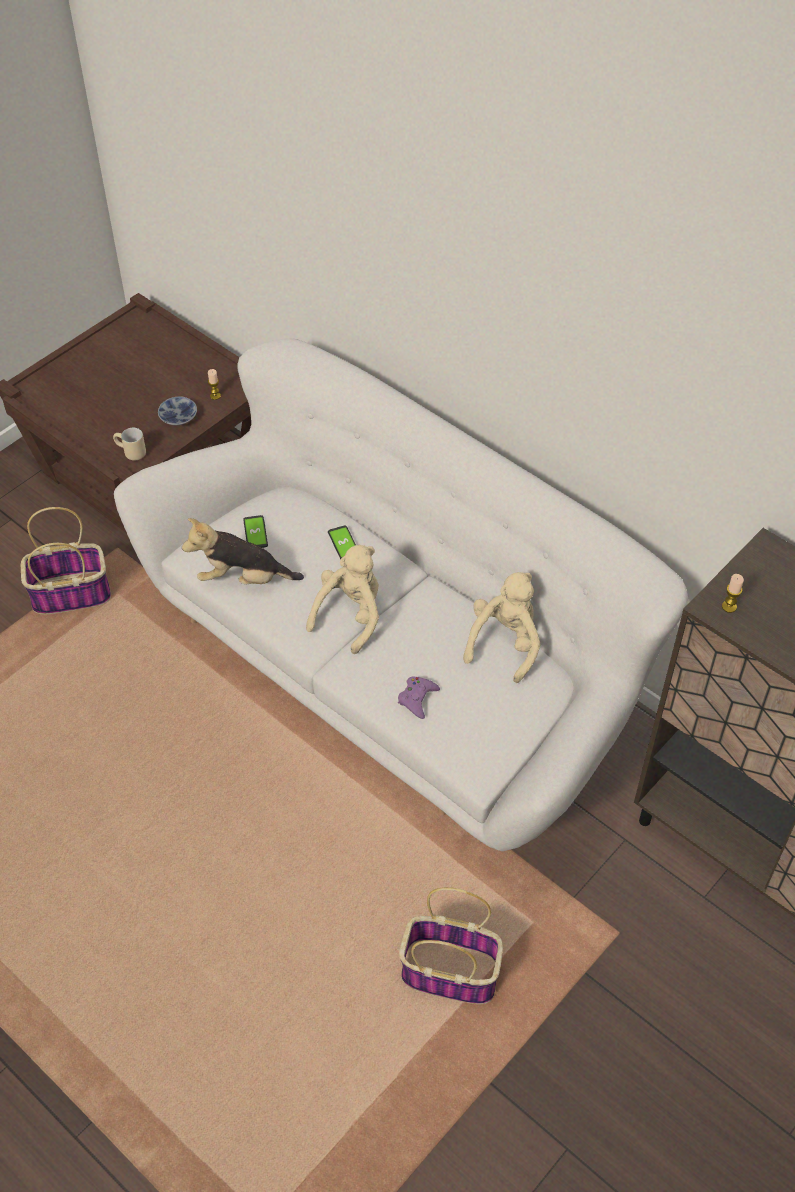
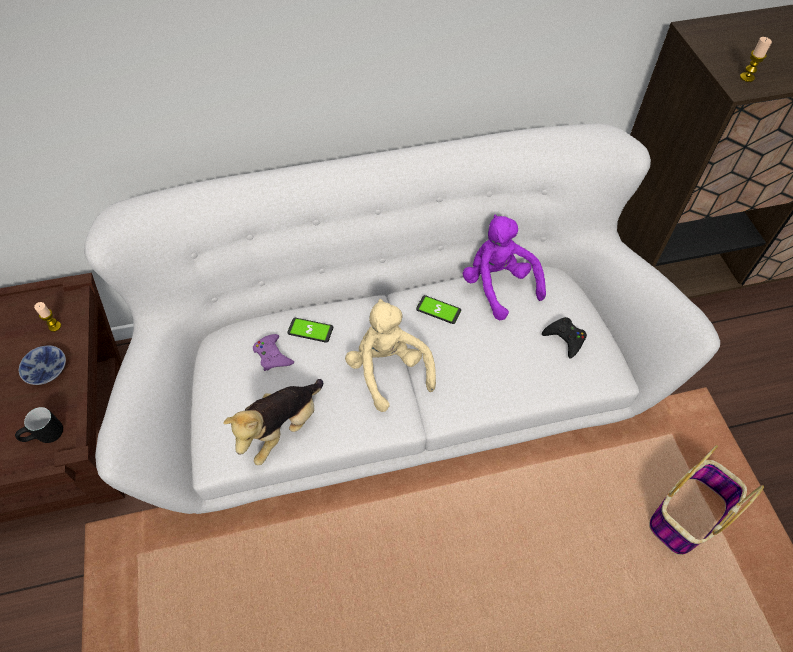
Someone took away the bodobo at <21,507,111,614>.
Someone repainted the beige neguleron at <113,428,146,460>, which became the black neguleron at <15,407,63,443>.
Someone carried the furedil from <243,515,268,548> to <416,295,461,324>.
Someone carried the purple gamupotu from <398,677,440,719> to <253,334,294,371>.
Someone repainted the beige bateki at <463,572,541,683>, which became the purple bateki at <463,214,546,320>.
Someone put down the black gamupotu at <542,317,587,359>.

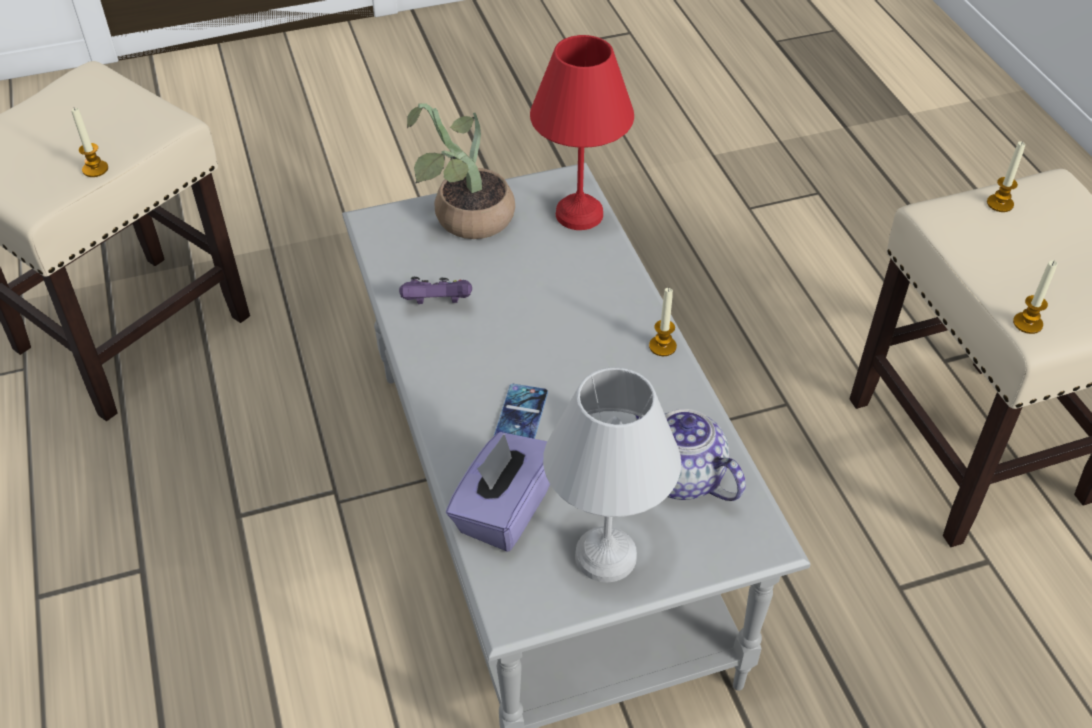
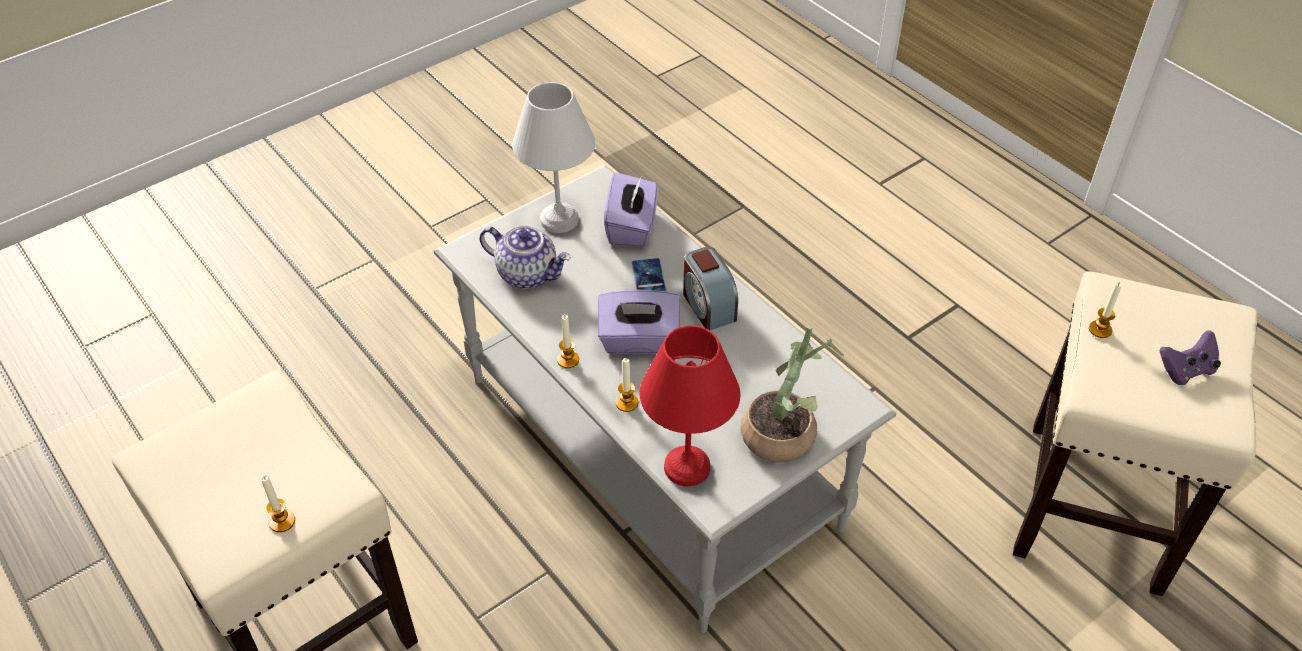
Someone carried the purple gamupotu from <399,277,472,304> to <1160,330,1221,385>.
Someone carried the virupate from <1013,260,1057,334> to <616,358,638,412>.
Someone put down the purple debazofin at <598,290,680,354>.
Someone put down the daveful at <683,247,738,330>.

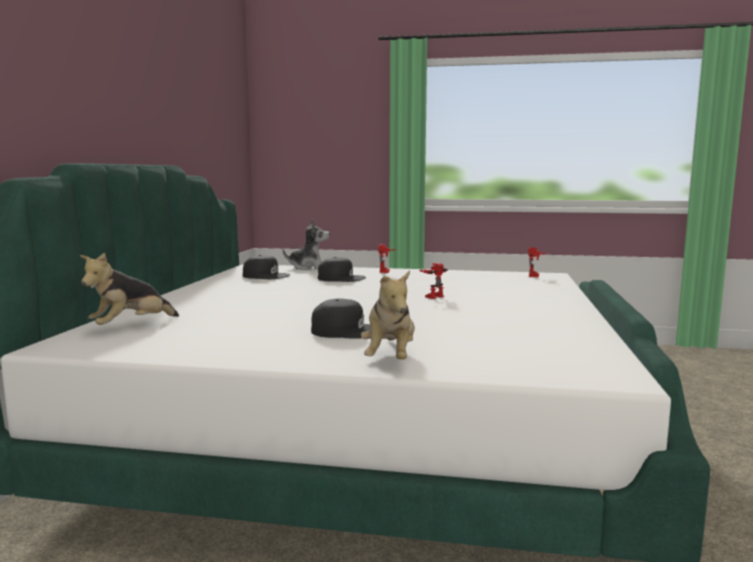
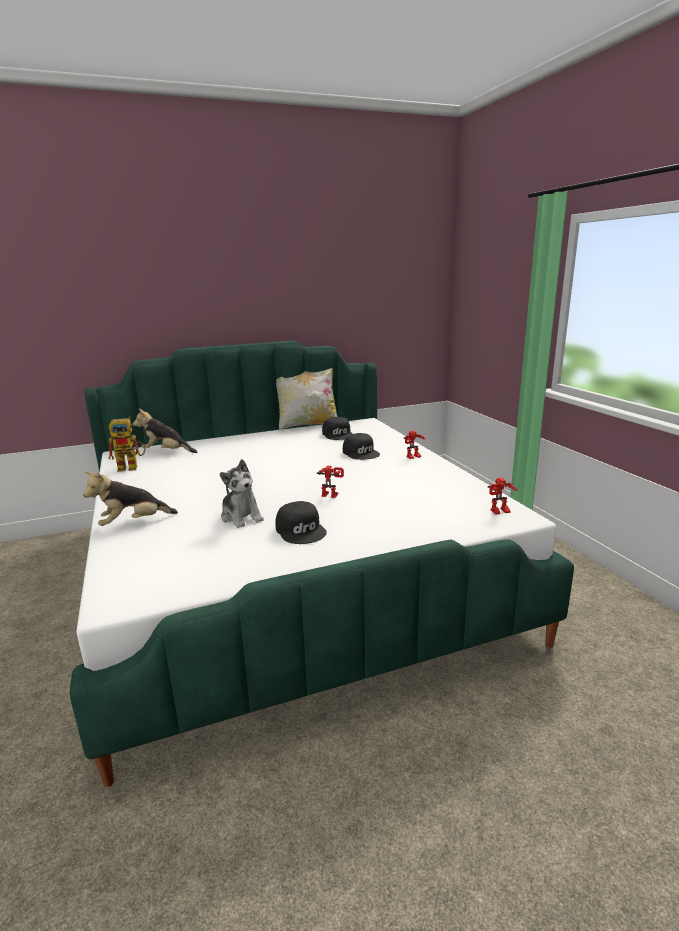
Someone carried the bateki from <283,219,330,270> to <220,459,264,528>.
Someone carried the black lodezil from <311,298,371,339> to <275,501,327,544>.
Someone put down the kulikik at <108,417,146,472>.
Someone put down the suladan at <276,368,338,430>.

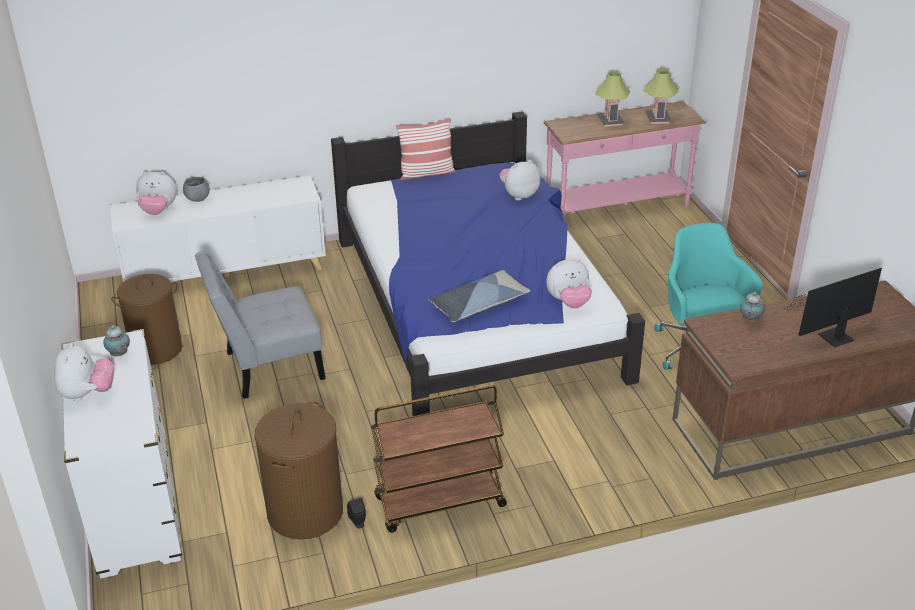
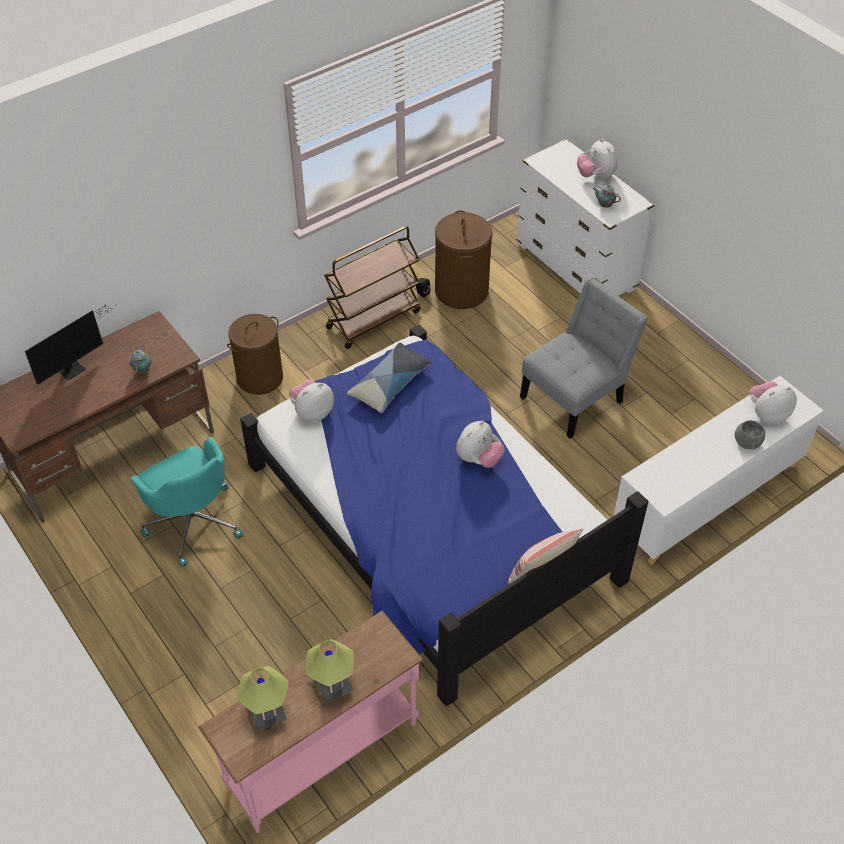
Someone carried the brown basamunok from <111,274,182,365> to <227,314,283,395>.
Someone carried the bateki from <499,160,541,200> to <456,421,505,468>.

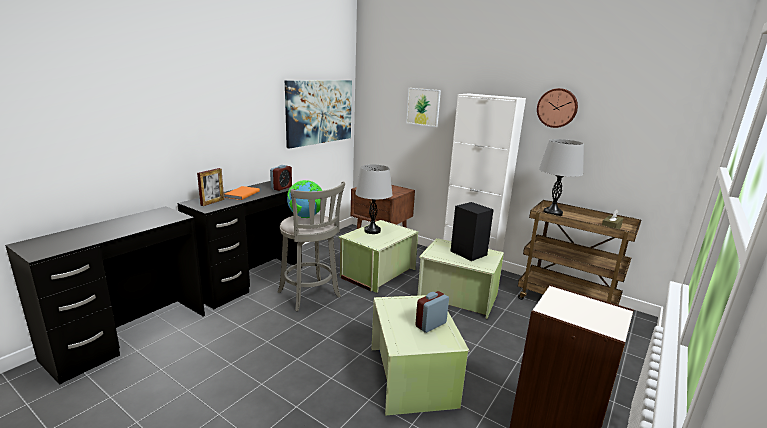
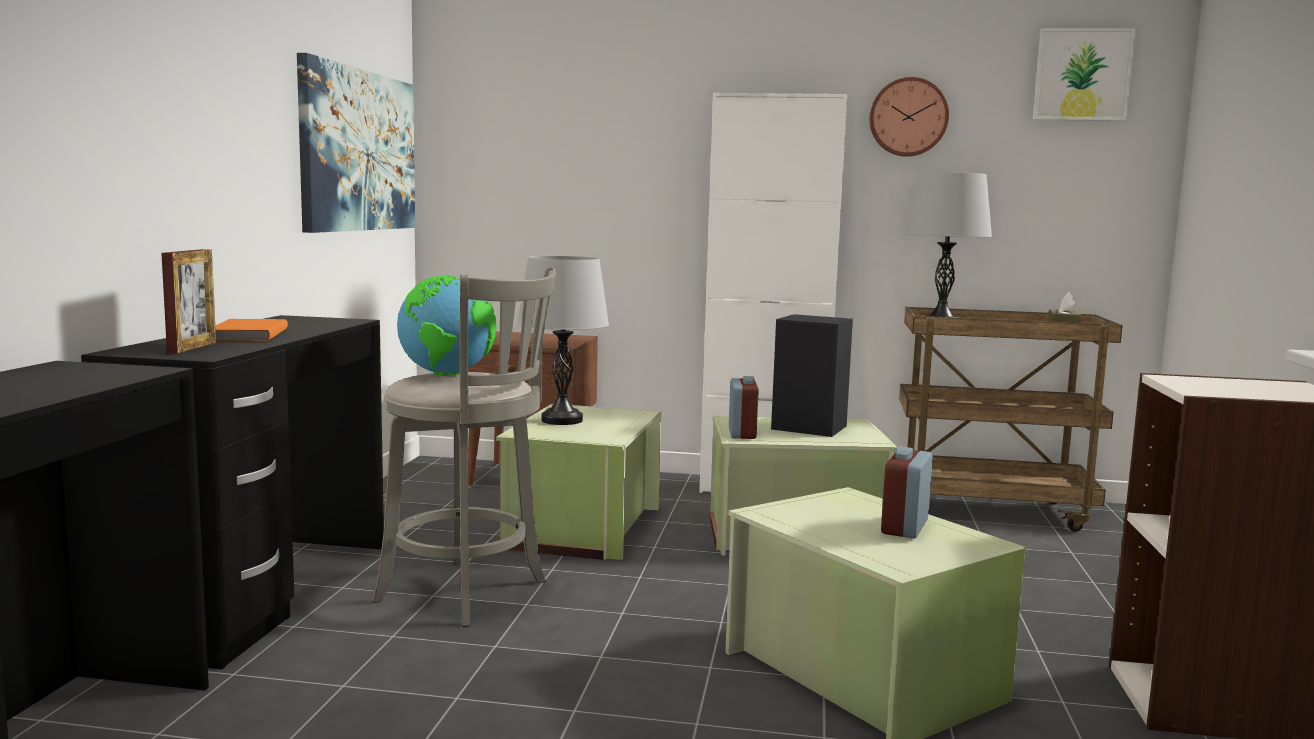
Someone carried the daveful from <270,165,292,191> to <729,376,759,439>.
Someone carried the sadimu from <406,88,441,127> to <1033,28,1136,121>.

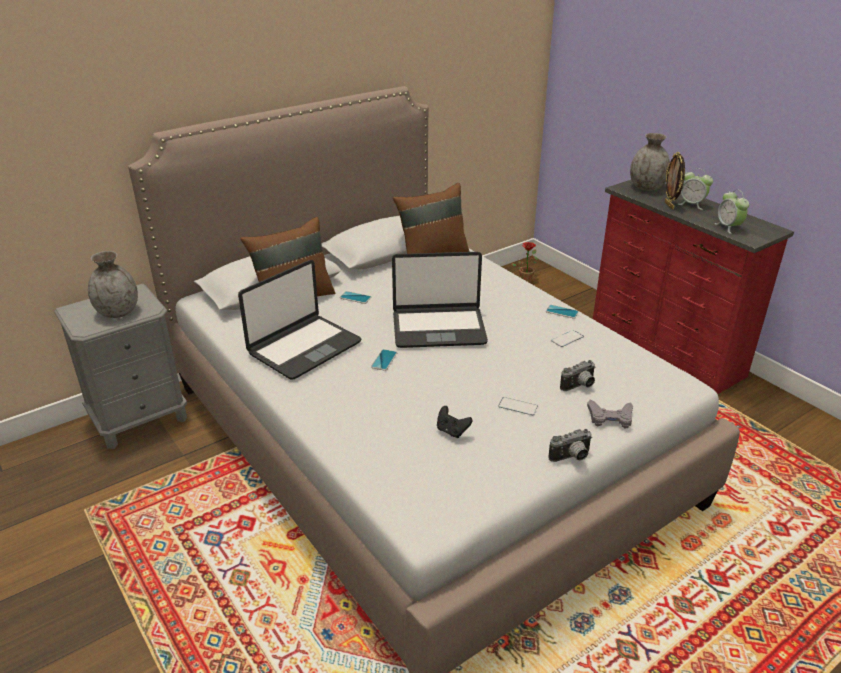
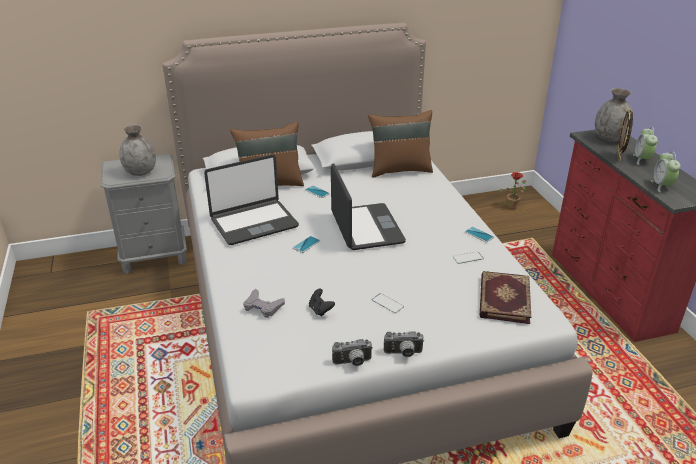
Someone rotated the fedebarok at <392,252,488,348> by 120 degrees counterclockwise.
Someone carried the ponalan from <560,360,595,391> to <332,339,373,366>.
Someone carried the grey gamupotu from <587,399,633,429> to <243,289,285,318>.
Someone rotated the daveful at <678,168,713,210> by 45 degrees clockwise.
Someone put down the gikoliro at <480,271,531,324>.

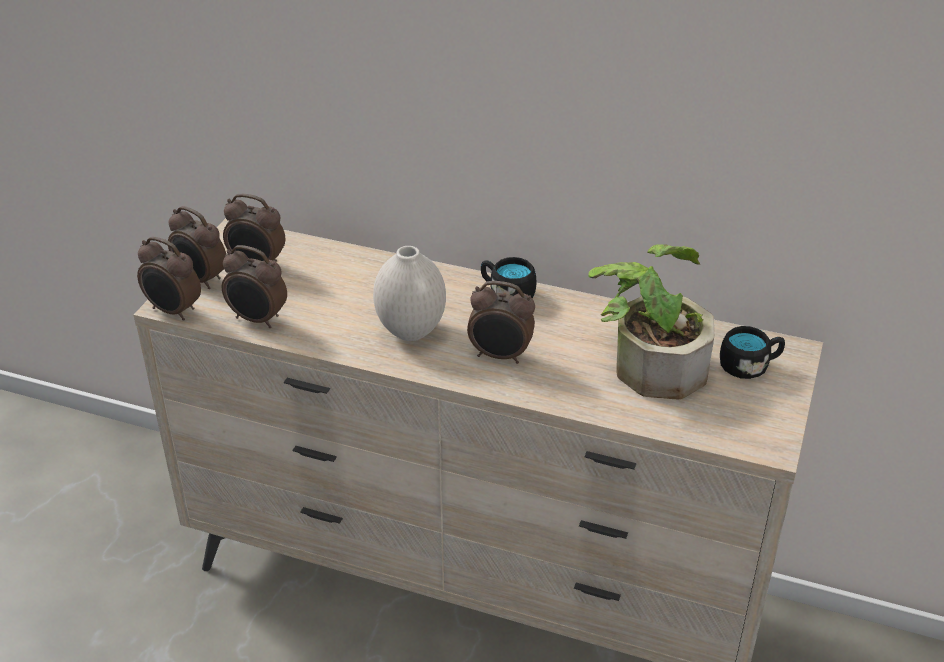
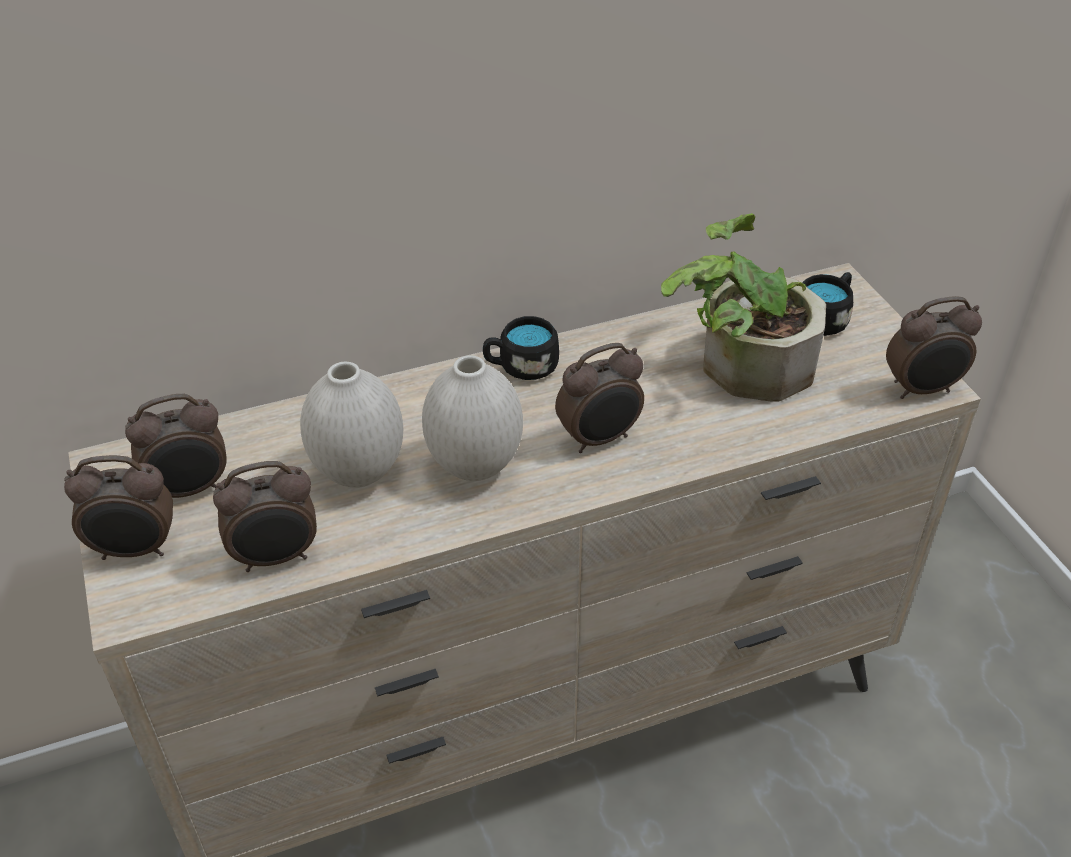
Someone carried the daveful from <137,237,201,321> to <886,296,982,399>.
Someone put down the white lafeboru at <300,362,403,488>.

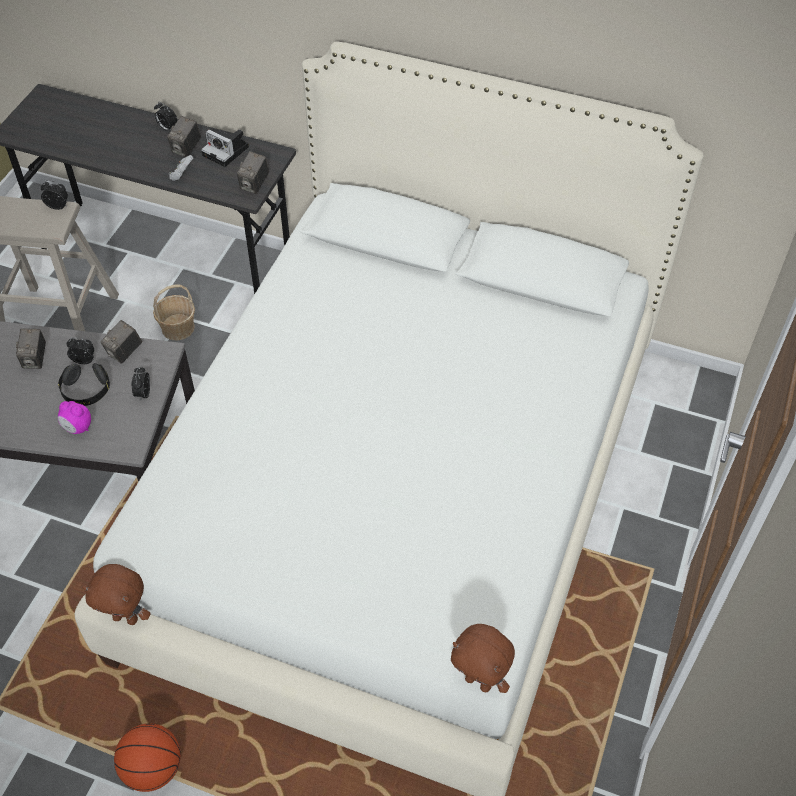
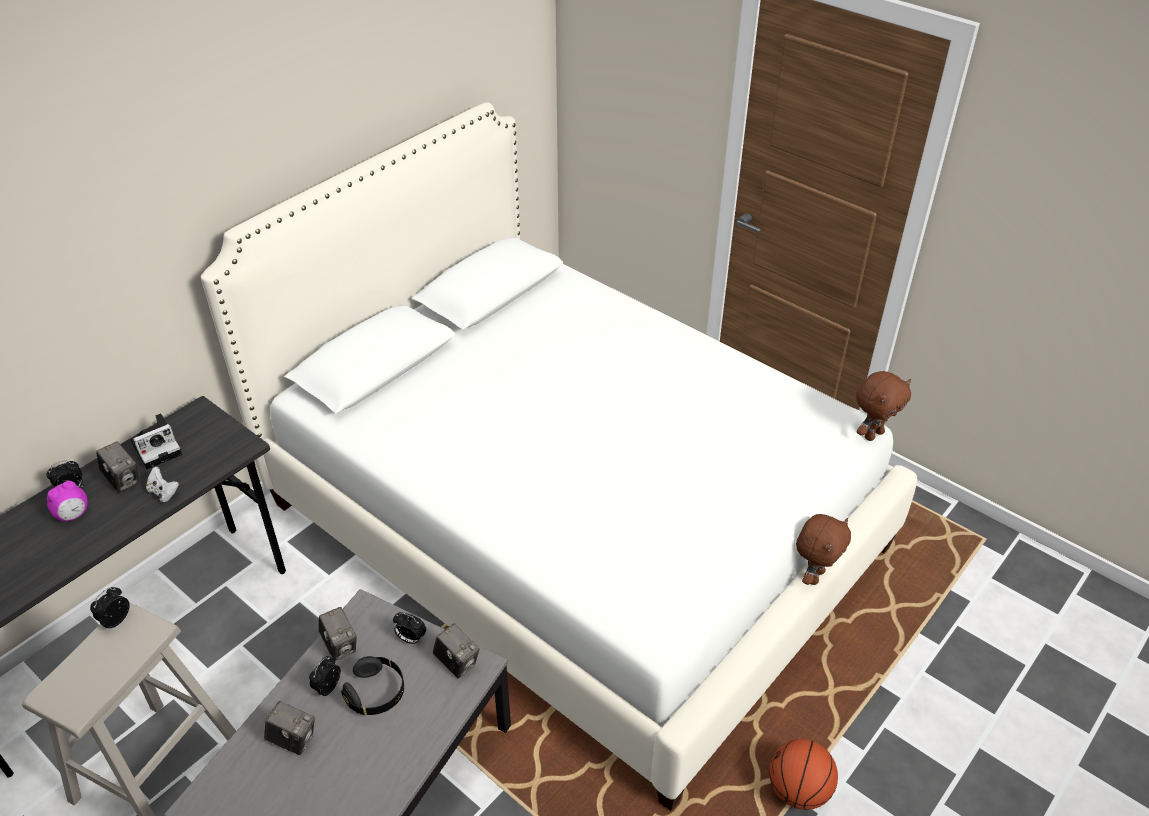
Someone carried the daveful from <58,401,91,434> to <47,481,88,522>.
Someone carried the brown bateki from <82,564,151,625> to <796,514,851,585>.
Someone took away the bodobo at <153,284,195,341>.
Someone carried the ponalan from <237,151,269,194> to <433,623,480,678>.

